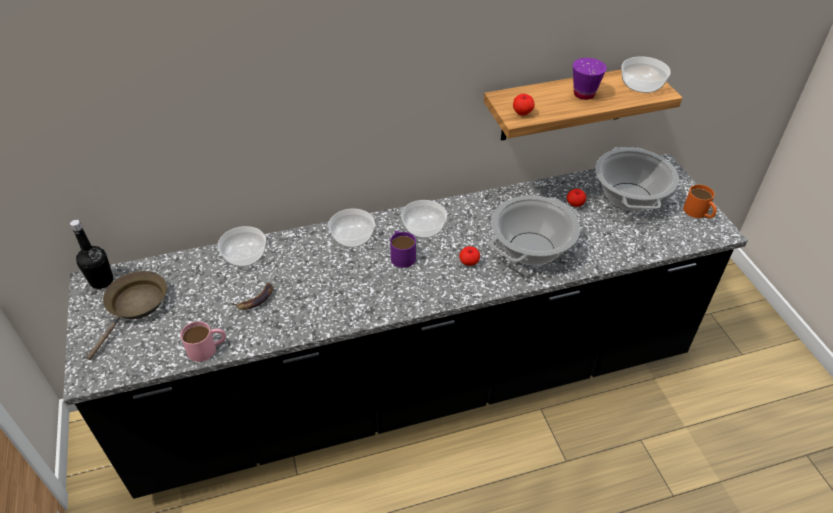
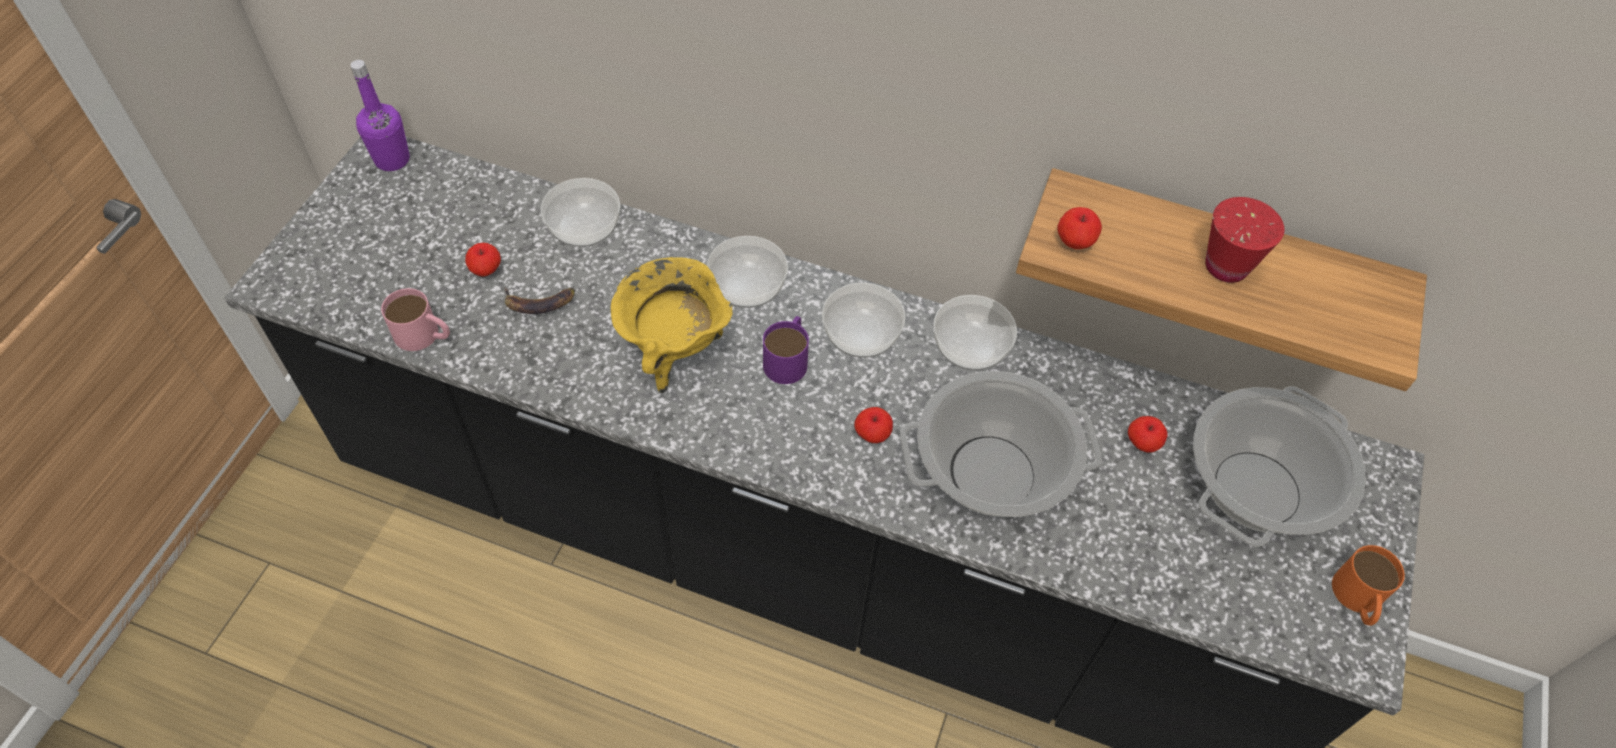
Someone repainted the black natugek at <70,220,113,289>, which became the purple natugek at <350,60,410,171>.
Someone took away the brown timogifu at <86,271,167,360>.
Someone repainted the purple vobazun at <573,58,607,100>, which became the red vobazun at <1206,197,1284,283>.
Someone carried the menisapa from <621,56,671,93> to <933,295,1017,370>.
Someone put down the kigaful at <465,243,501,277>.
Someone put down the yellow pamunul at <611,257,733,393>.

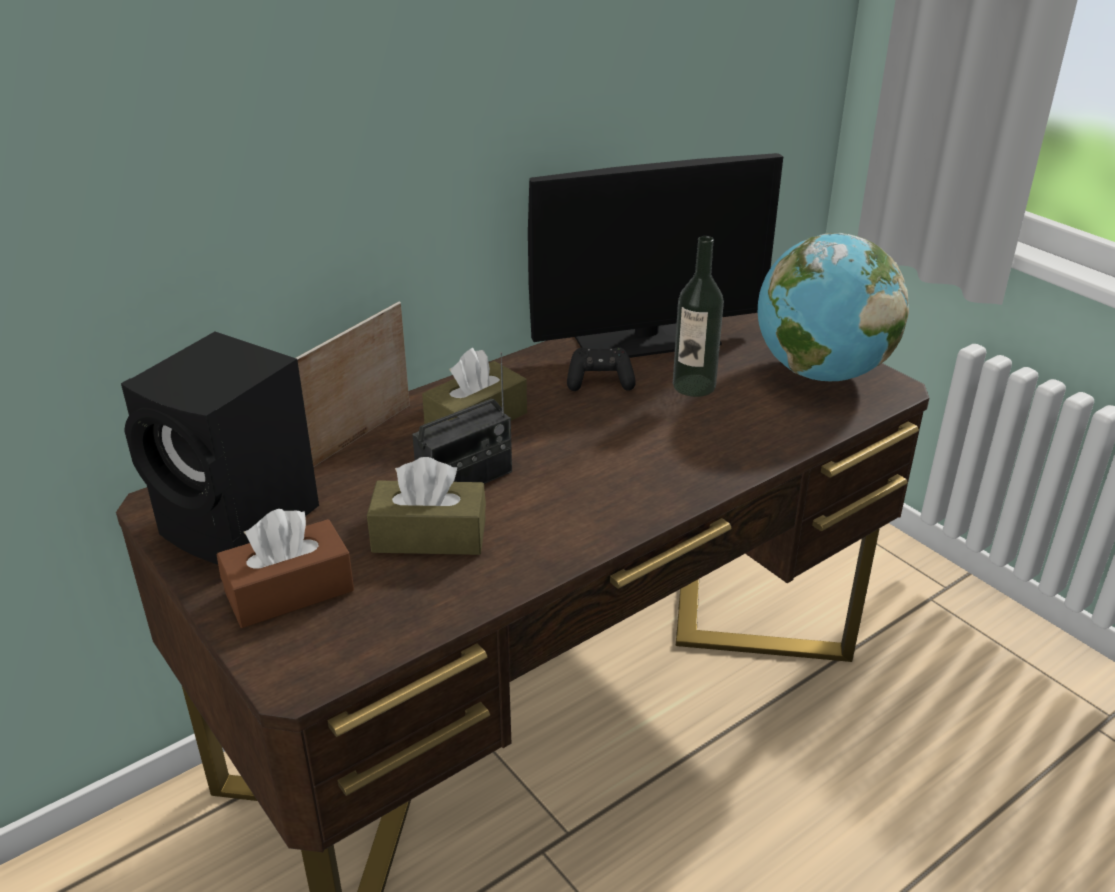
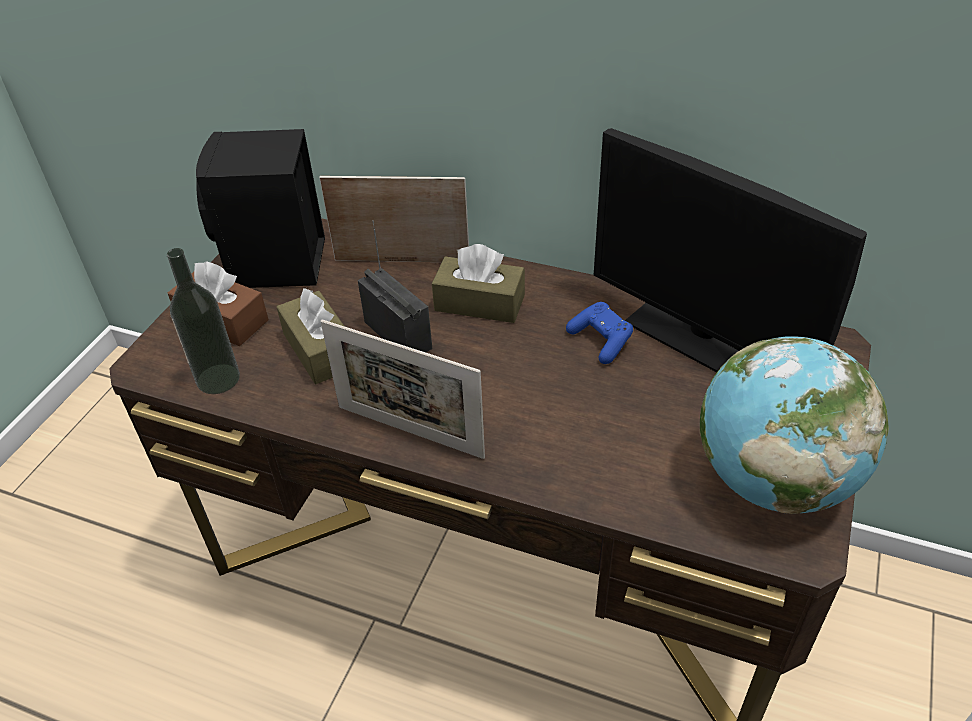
Someone rotated the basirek at <412,352,512,484> by 150 degrees counterclockwise.
Someone repainted the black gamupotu at <567,347,636,391>, which became the blue gamupotu at <566,302,633,364>.
Someone carried the natugek from <673,236,724,397> to <167,248,240,394>.
Someone put down the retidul at <321,319,485,459>.

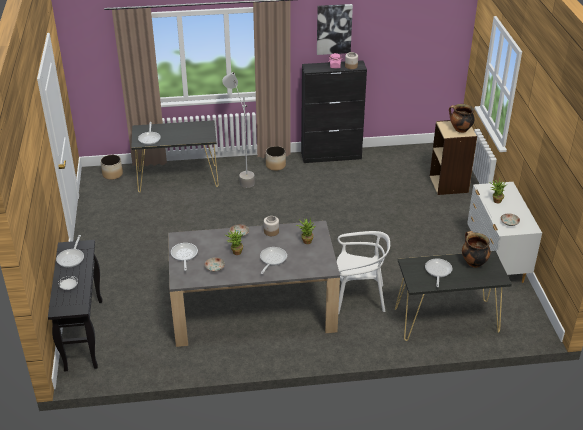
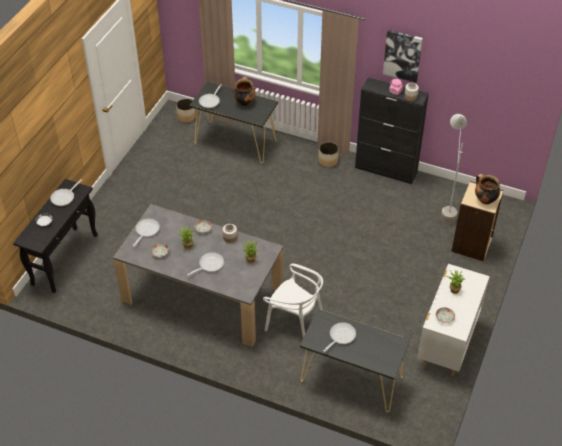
Someone carried the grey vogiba from <222,72,255,188> to <440,114,467,224>.
Someone carried the pamunul from <462,231,490,268> to <234,77,255,106>.

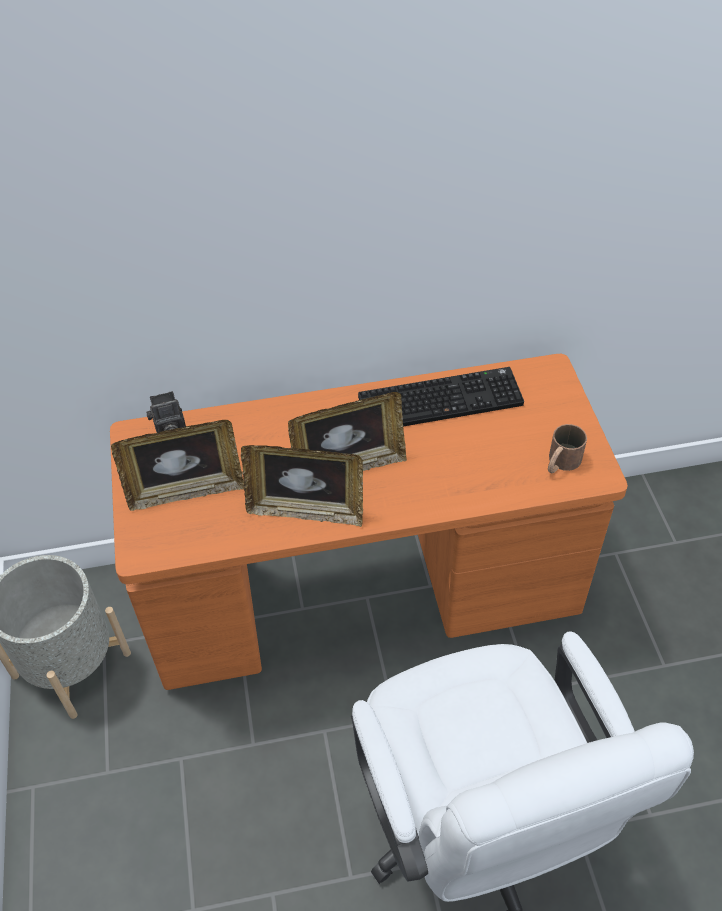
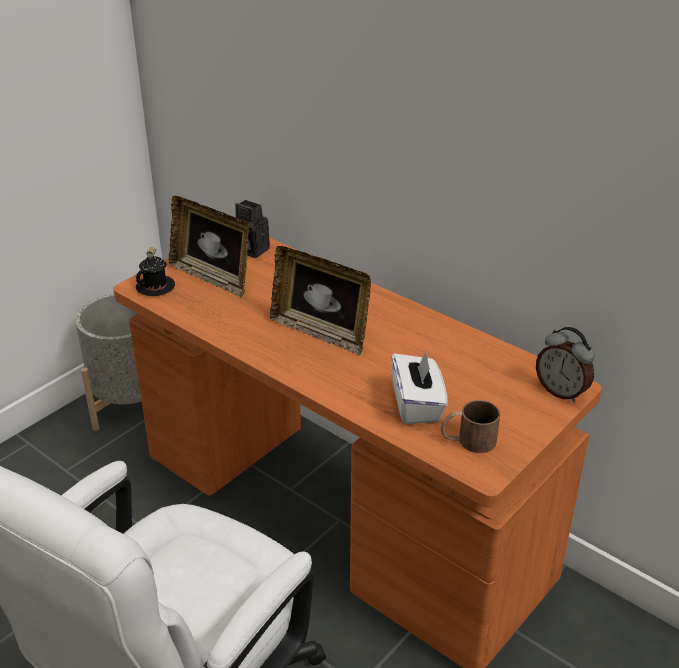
Someone took away the retidul at <241,445,363,527>.
Someone took away the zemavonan at <358,367,524,426>.
Someone put down the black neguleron at <136,247,175,296>.
Someone put down the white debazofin at <391,350,448,424>.
Someone put down the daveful at <536,327,595,402>.

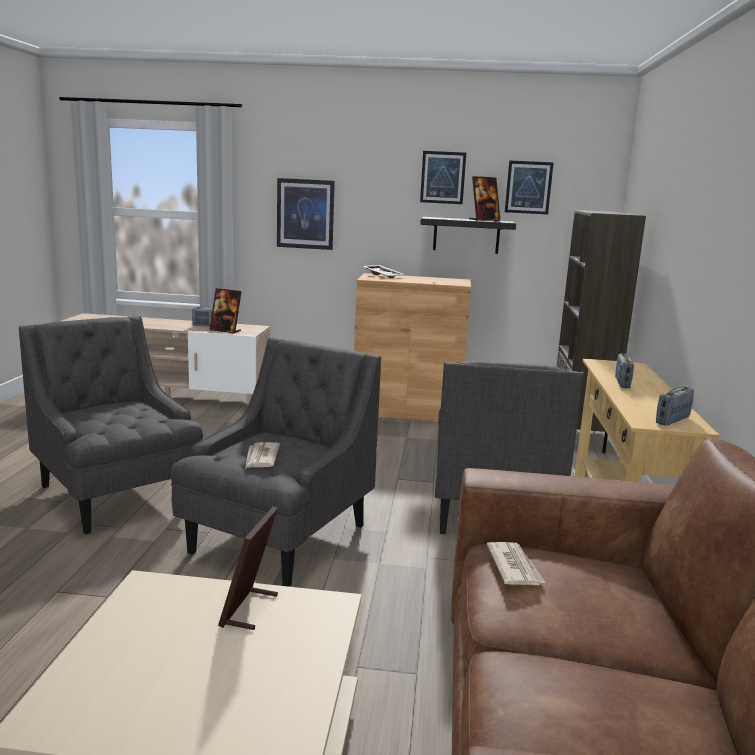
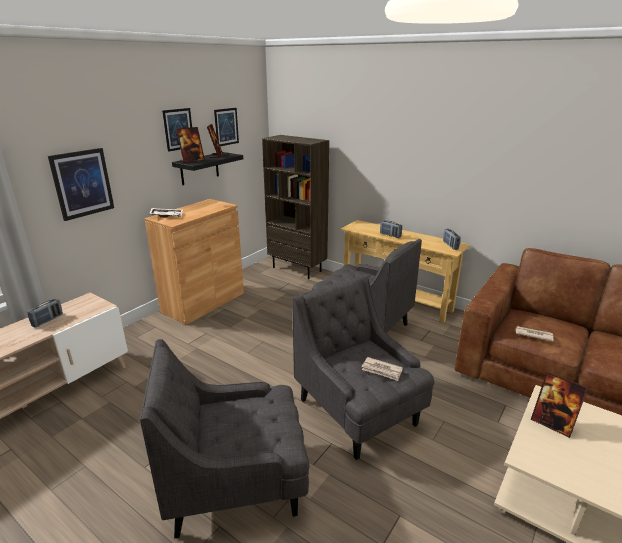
Someone carried the retidul from <210,288,242,334> to <176,127,205,163>.

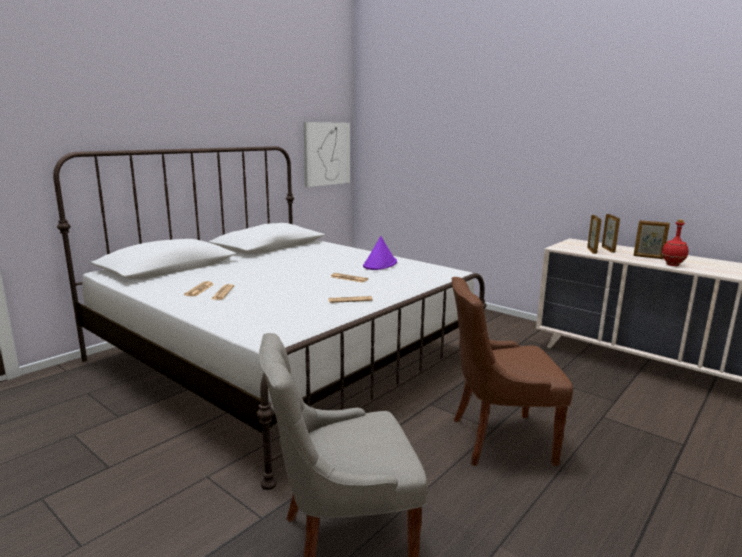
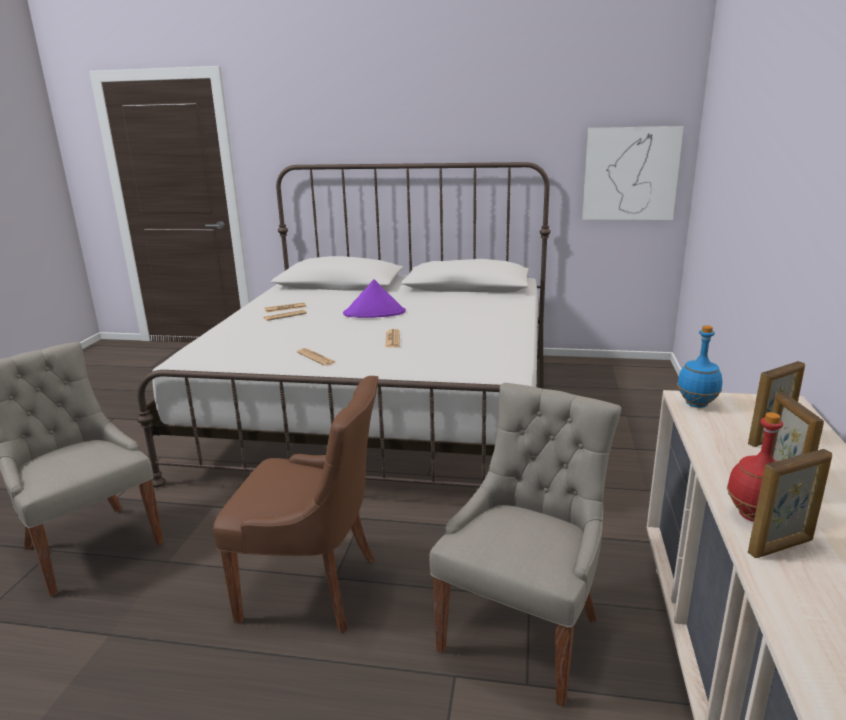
Someone carried the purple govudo from <363,236,397,270> to <343,279,406,318>.
Someone rotated the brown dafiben at <452,277,573,466> by 135 degrees clockwise.
Someone carried the retidul from <587,215,602,254> to <748,449,832,558>.
Someone put down the grey dafiben at <429,383,622,707>.
Someone put down the blue natugek at <677,325,722,408>.

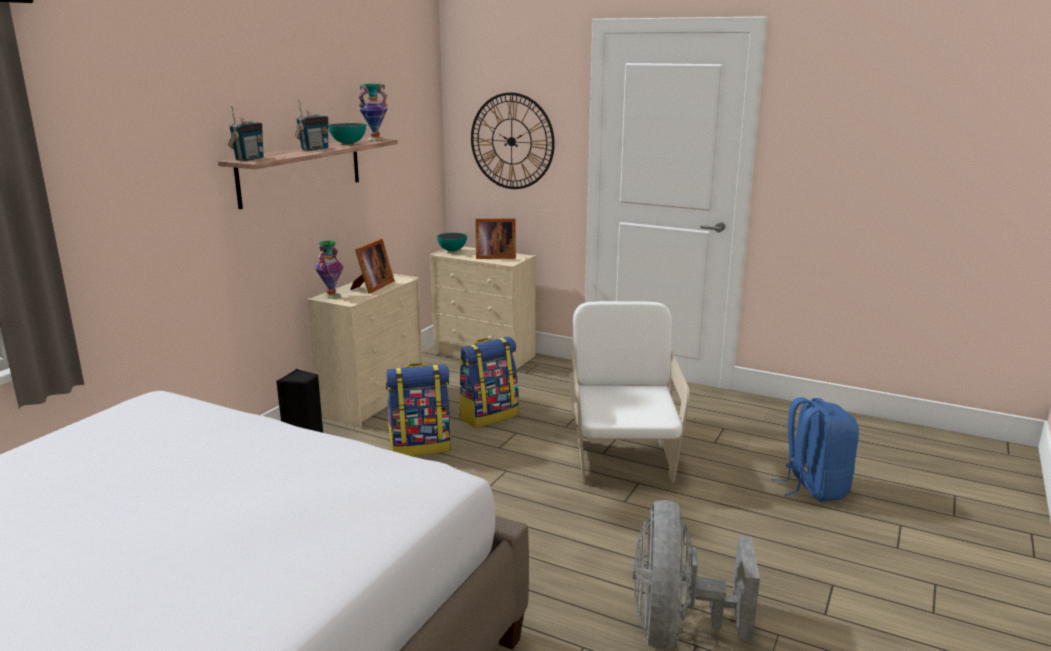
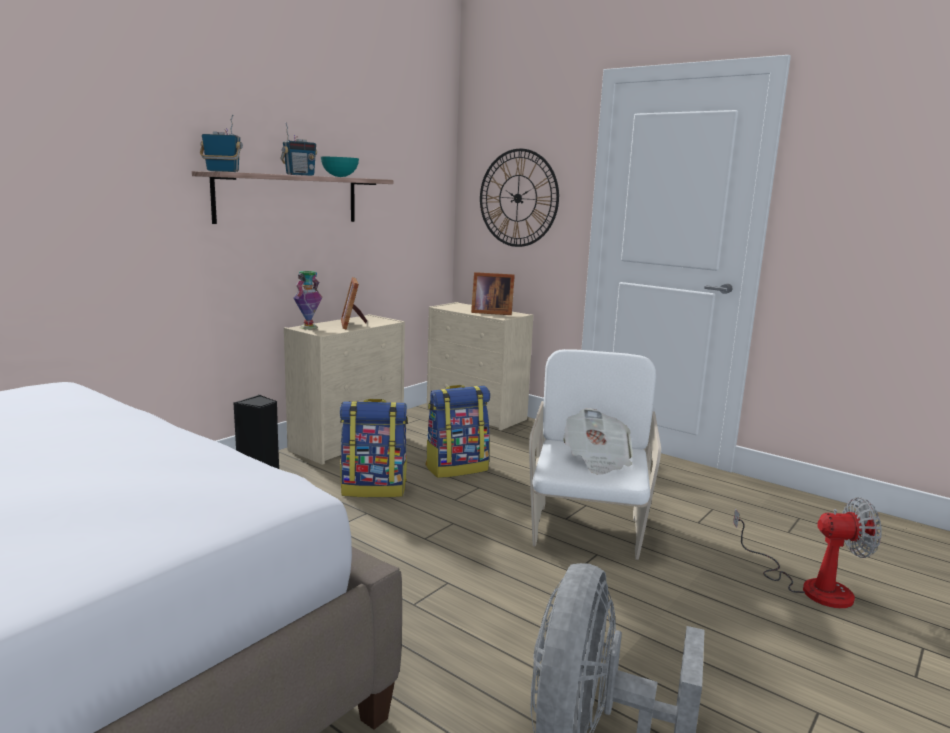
Someone rotated the basirek at <228,105,263,161> by 120 degrees counterclockwise.
Someone rotated the retidul at <350,239,395,294> by 135 degrees clockwise.
Someone took away the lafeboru at <358,83,388,141>.
Someone took away the menisapa at <437,233,467,251>.
Someone swapped the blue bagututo at <771,397,859,502> for the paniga at <733,497,882,608>.
Someone put down the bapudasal at <563,408,633,475>.

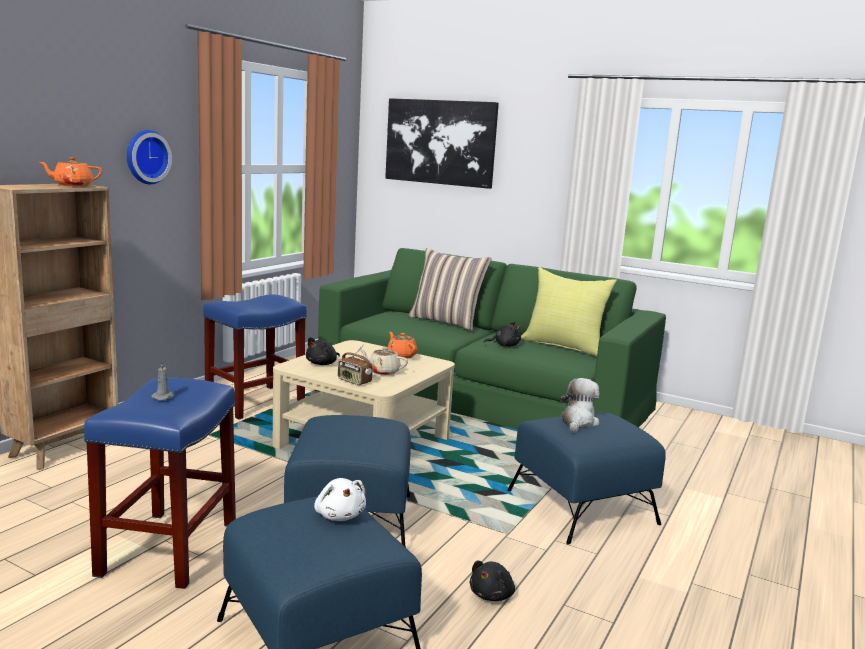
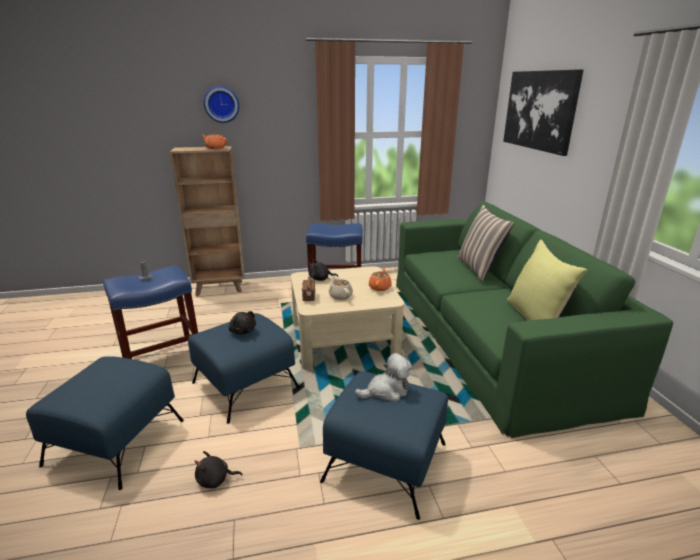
Someone carried the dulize from <127,130,172,184> to <204,86,239,123>.
Someone took away the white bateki at <314,478,366,521>.
Someone carried the black bateki from <484,322,521,347> to <229,311,256,334>.

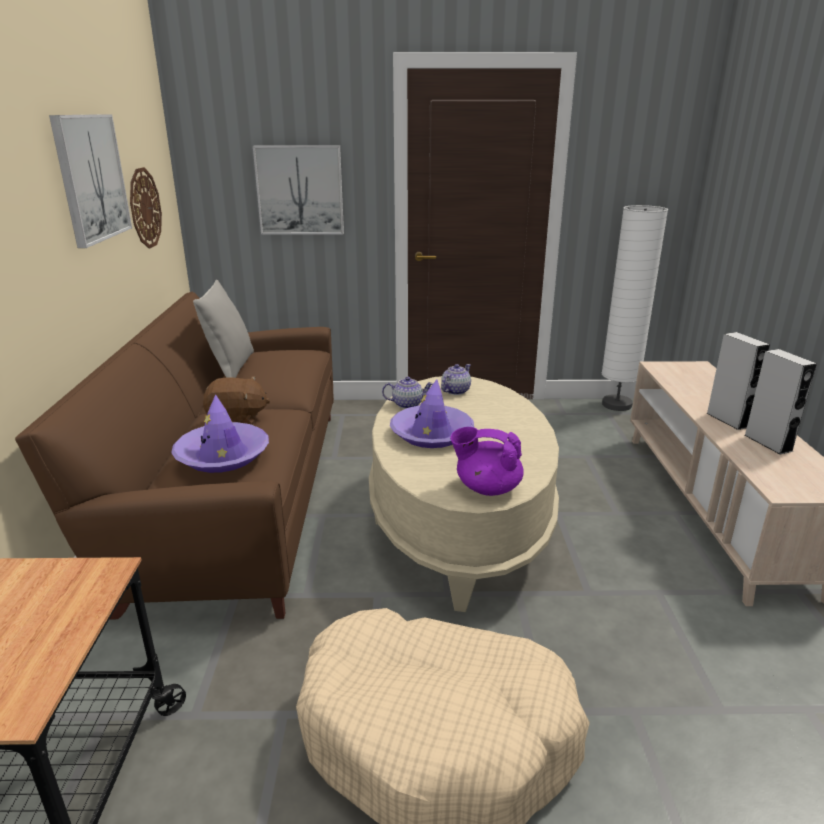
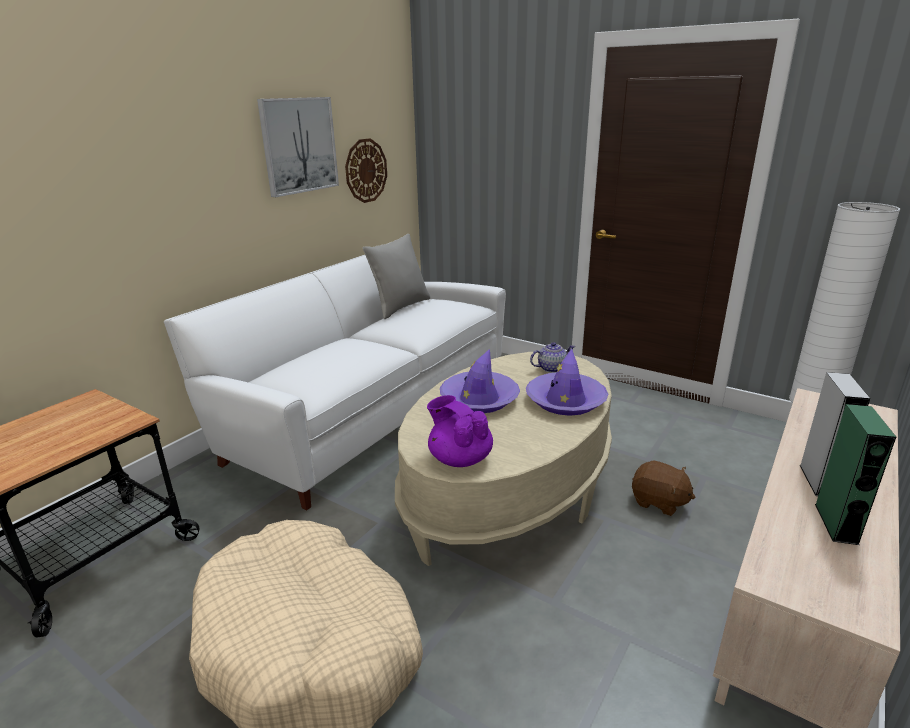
Someone repainted the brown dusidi at <15,292,334,619>, which became the white dusidi at <164,255,506,511>.
Someone carried the purple govudo from <171,394,269,473> to <526,349,608,416>.
Someone carried the brown bateki from <203,376,270,425> to <632,460,696,516>.
Someone took away the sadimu at <253,145,344,235>.
Someone took away the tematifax at <382,377,433,409>.
Someone repainted the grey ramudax at <744,349,817,454>, which became the green ramudax at <815,404,896,545>.

